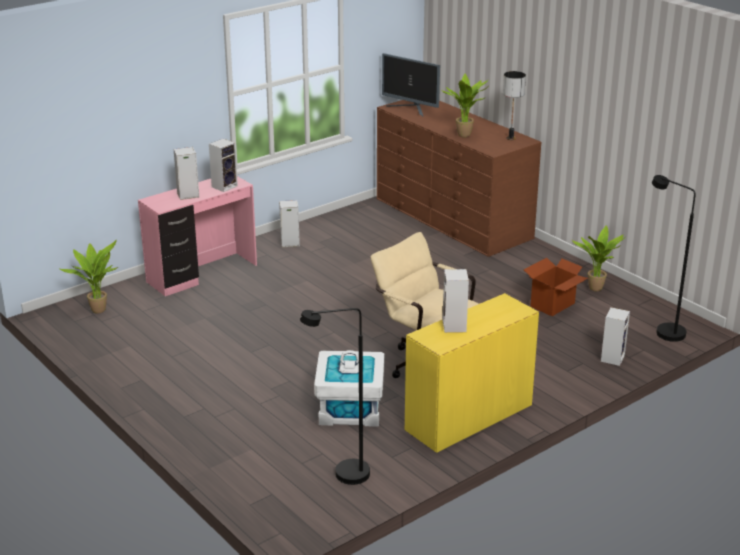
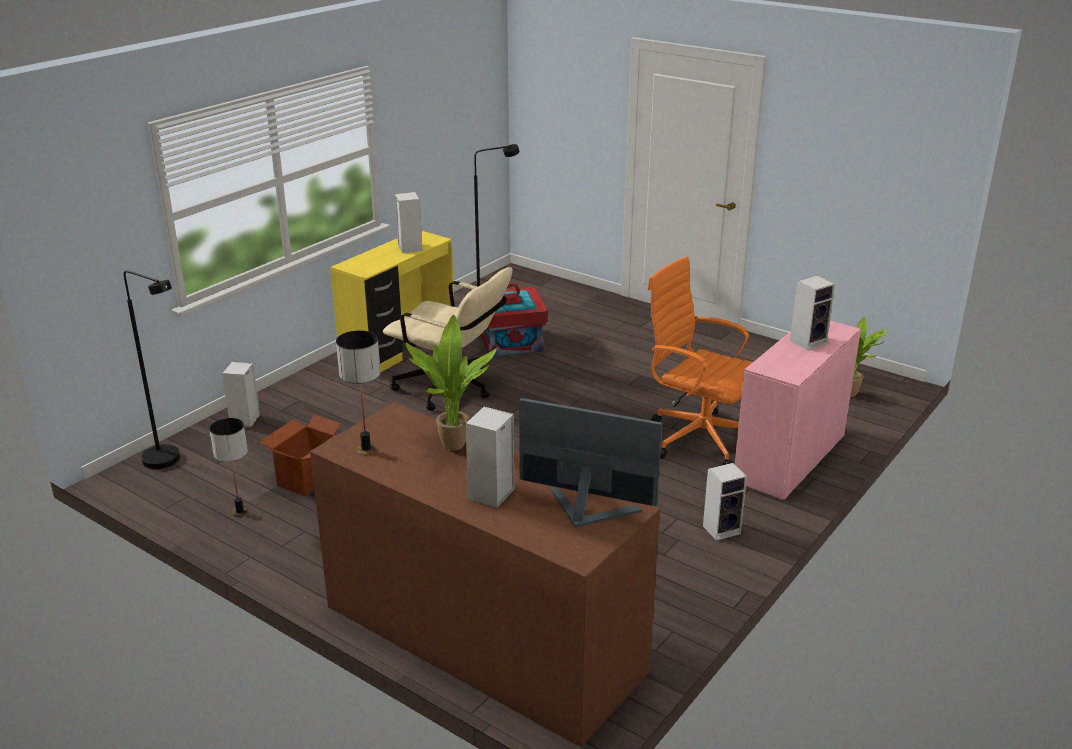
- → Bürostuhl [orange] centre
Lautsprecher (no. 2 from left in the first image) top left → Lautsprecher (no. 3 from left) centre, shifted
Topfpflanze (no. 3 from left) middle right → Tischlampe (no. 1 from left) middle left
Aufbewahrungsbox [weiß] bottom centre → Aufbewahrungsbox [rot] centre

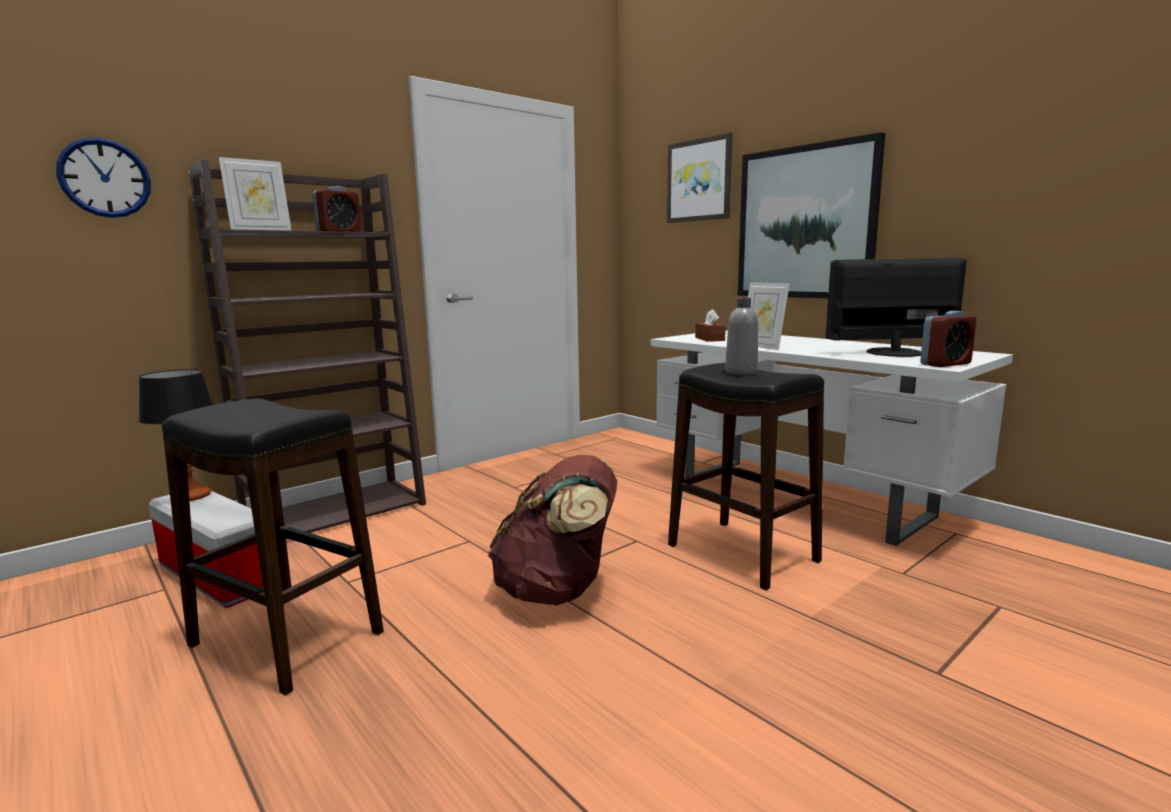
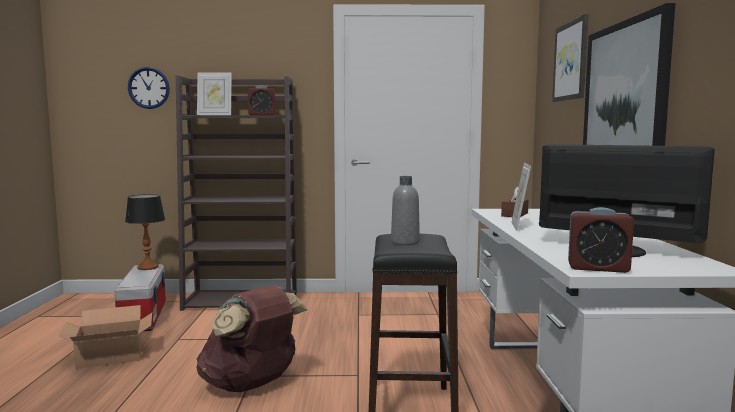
Hocker [schwarz] (no. 1 from left) bottom left → Karton bottom left

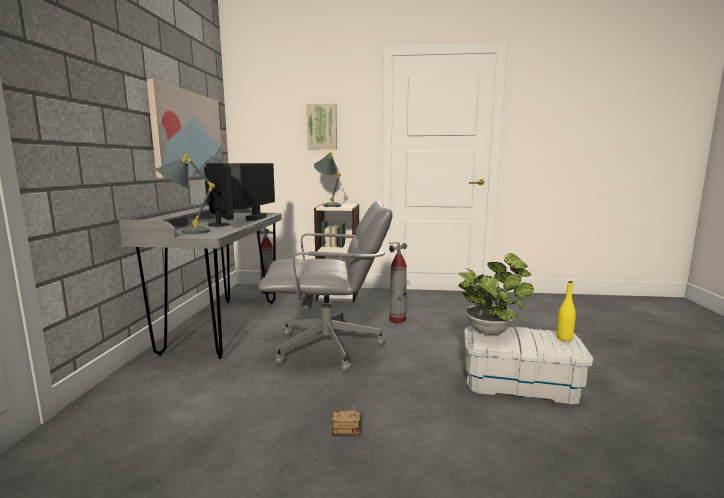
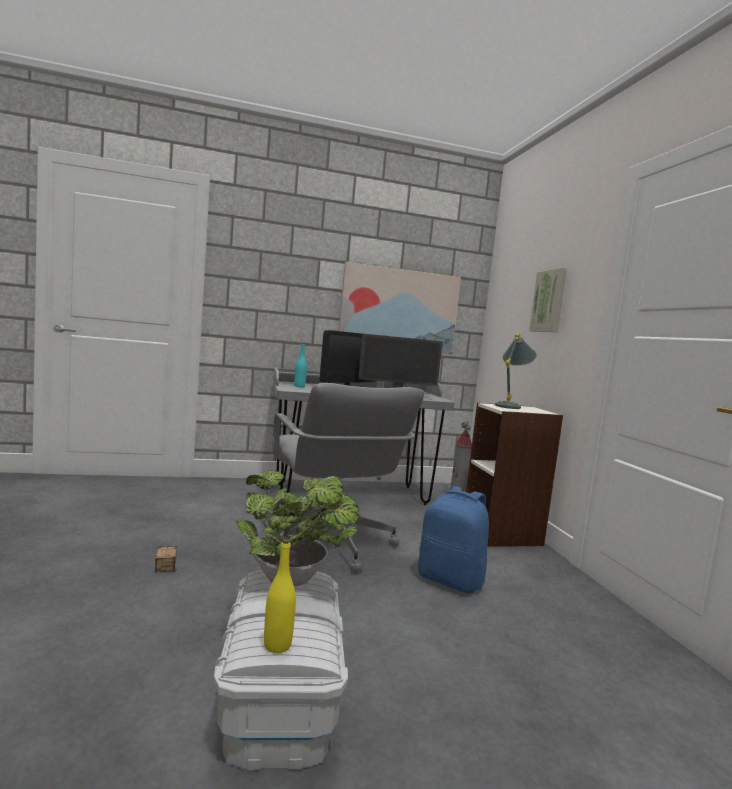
Tischlampe [grau] (no. 1 from left) middle left → Flasche [türkis] centre
Feuerlöscher (no. 2 from left) centre → Rucksack [blau] bottom centre

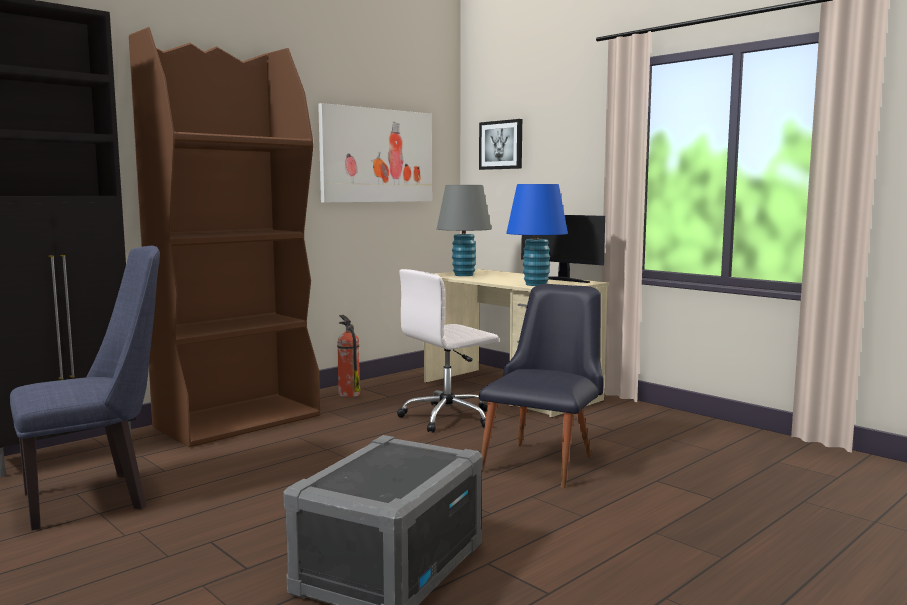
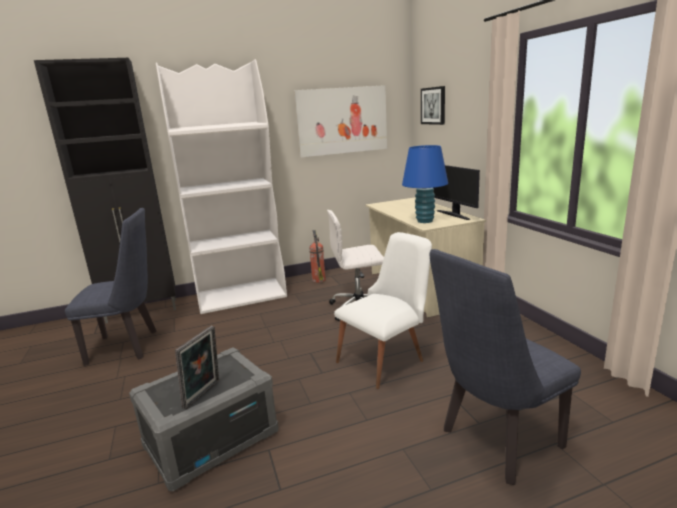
Tischlampe [grau] centre → -
- → Bilderrahmen bottom left
- → Stuhl [blau] (no. 2 from left) bottom right
Bücherregal [braun] middle left → Bücherregal [weiß] middle left
Stuhl [schwarz] centre → Stuhl [weiß] centre

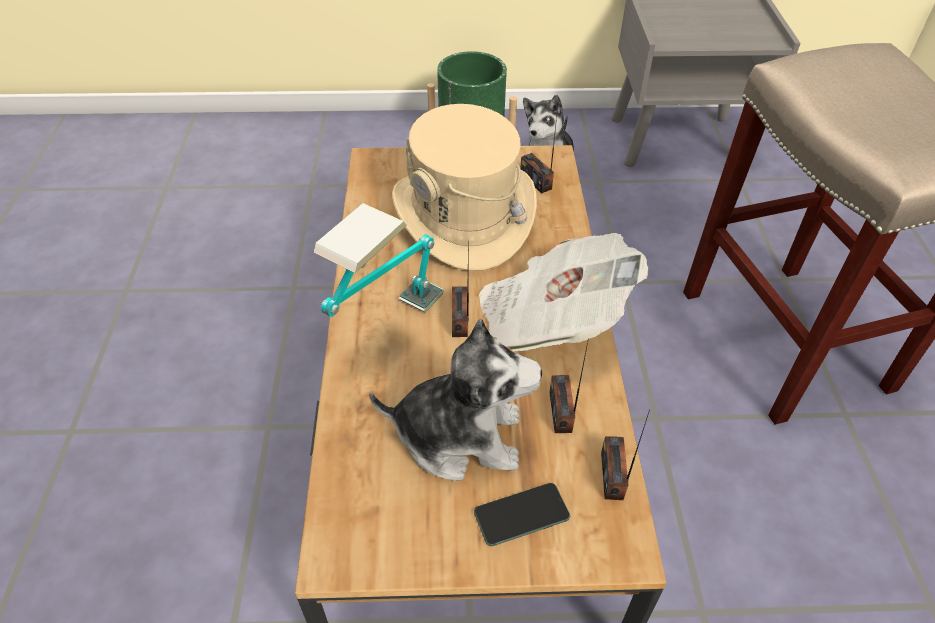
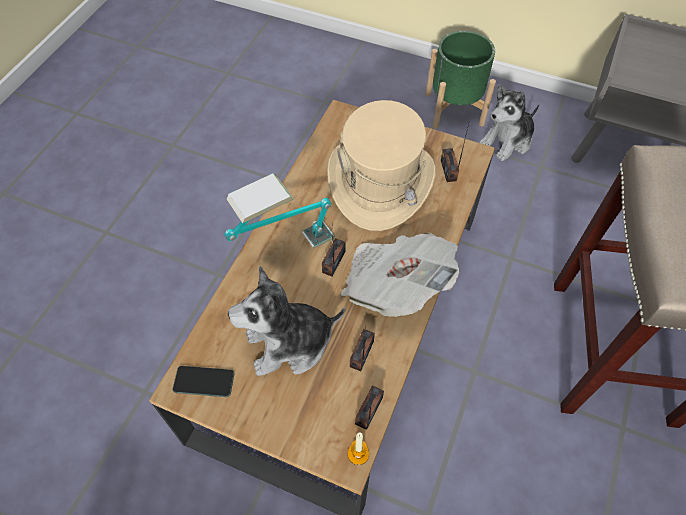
- → Kerze bottom centre
Handy bottom centre → Handy bottom left, shifted
Plüschtier (no. 1 from left) centre, 135 degrees clockwise

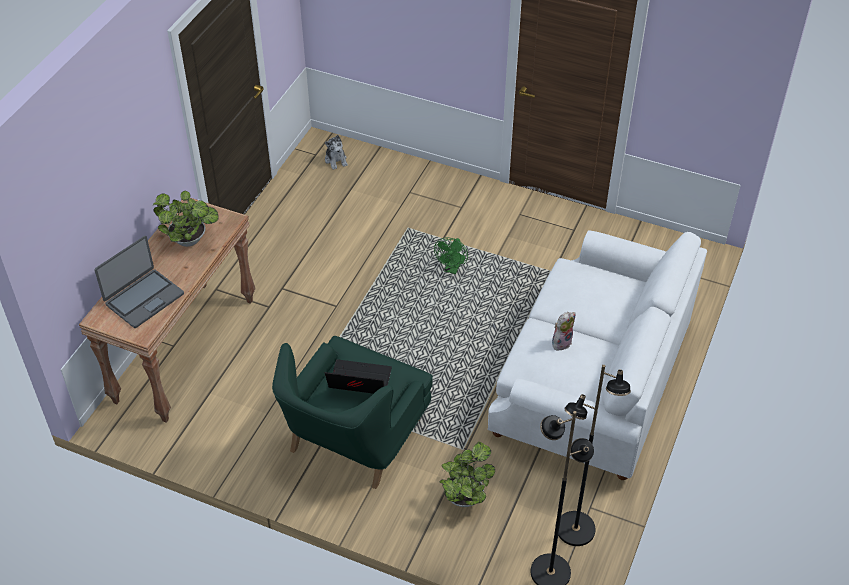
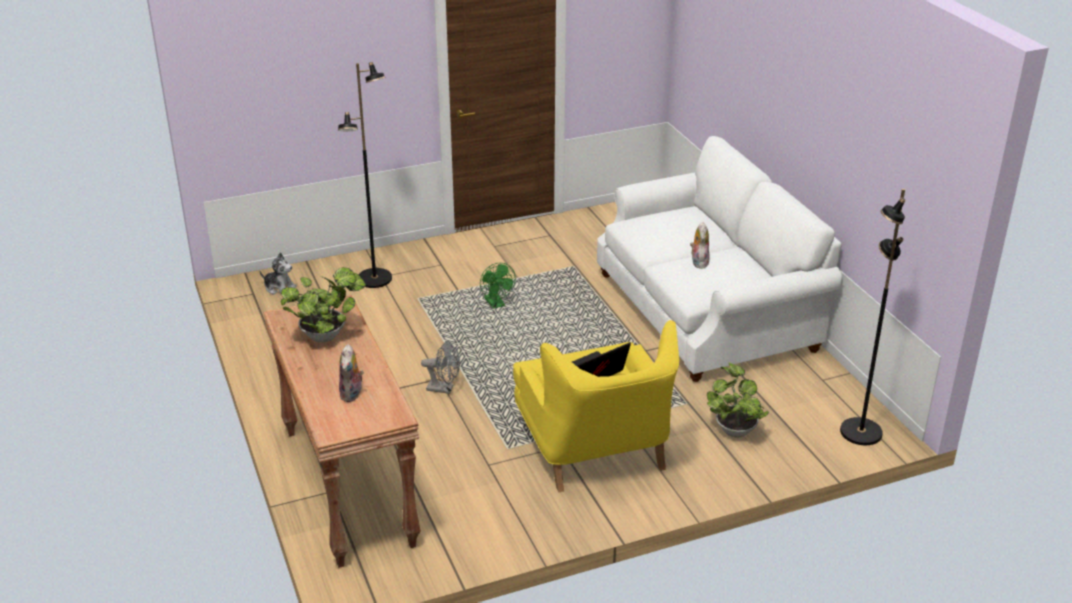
- → Ventilator [grau] centre
Stehlampe [schwarz] (no. 2 from left in the first image) bottom right → Stehlampe [schwarz] (no. 1 from left) top centre, shifted
Laptop (no. 1 from left) middle left → Plüschtier (no. 2 from left) middle left
Sessel [grün] bottom centre → Sessel [gelb] bottom centre

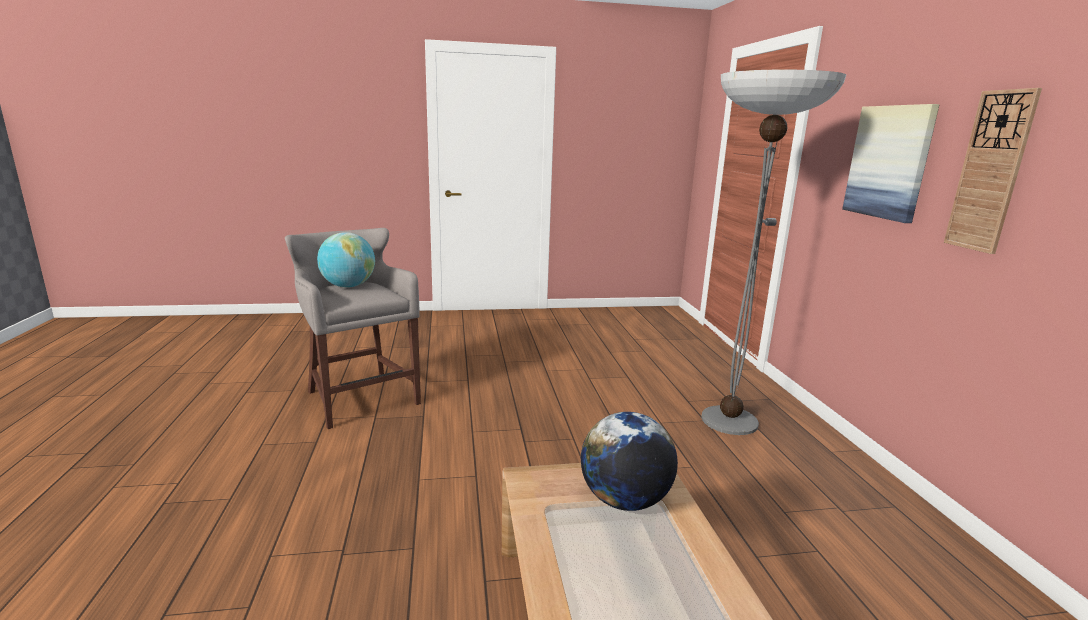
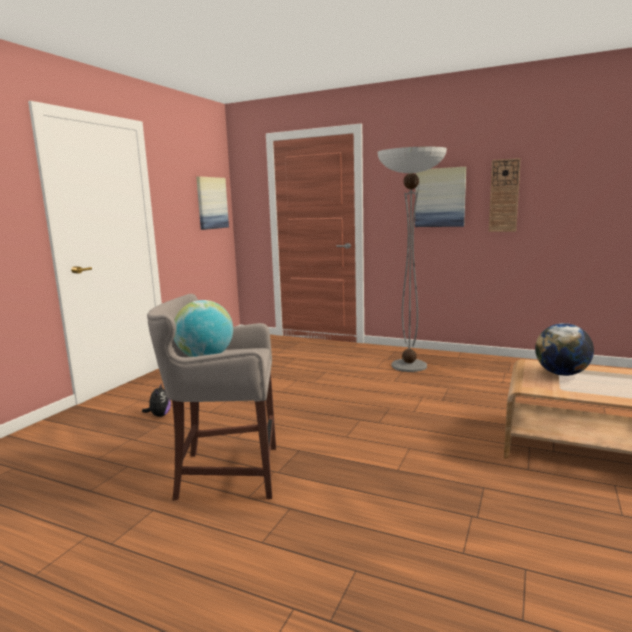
- → Plüschtier middle left
- → Bild (no. 1 from left) top centre

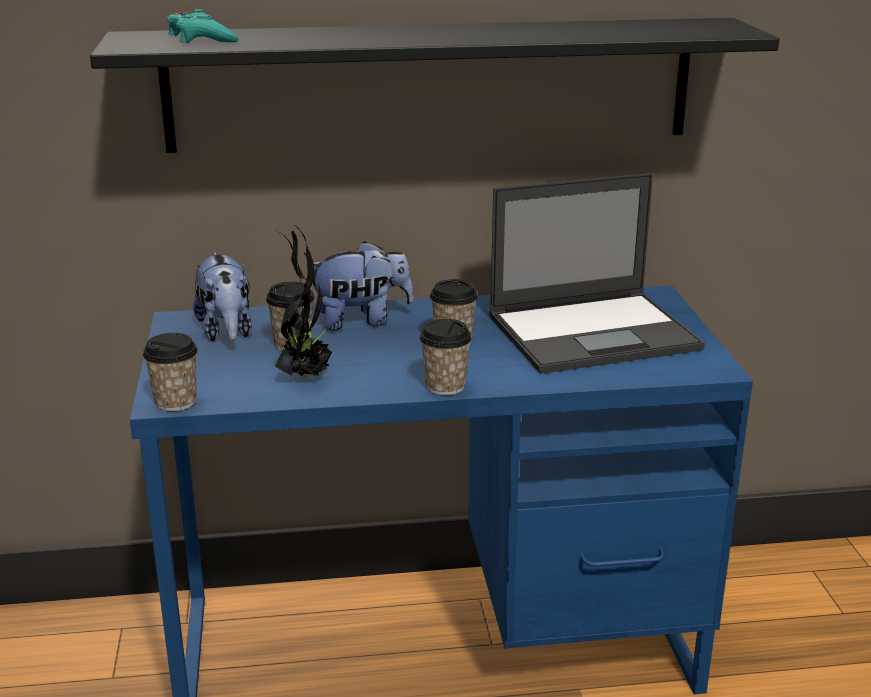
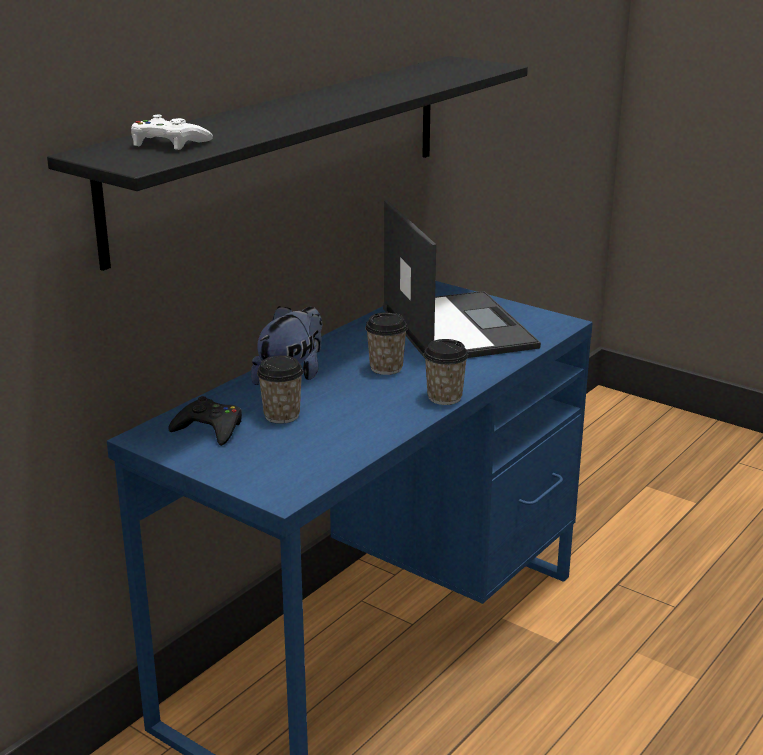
Tasse (no. 1 from left) middle left → -
Topfpflanze centre → -
Plüschtier (no. 1 from left) middle left → Gamepad [schwarz] middle left
Gamepad [türkis] top left → Gamepad [weiß] top left
Laptop middle right → Laptop centre, 45 degrees counterclockwise

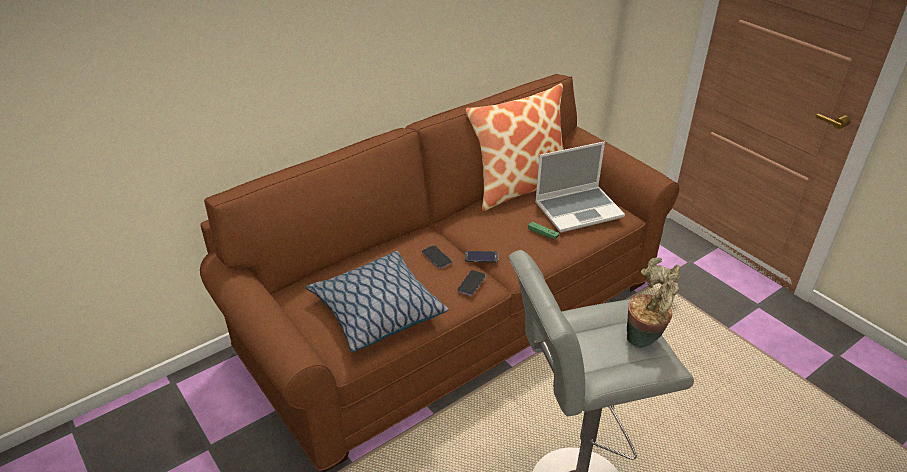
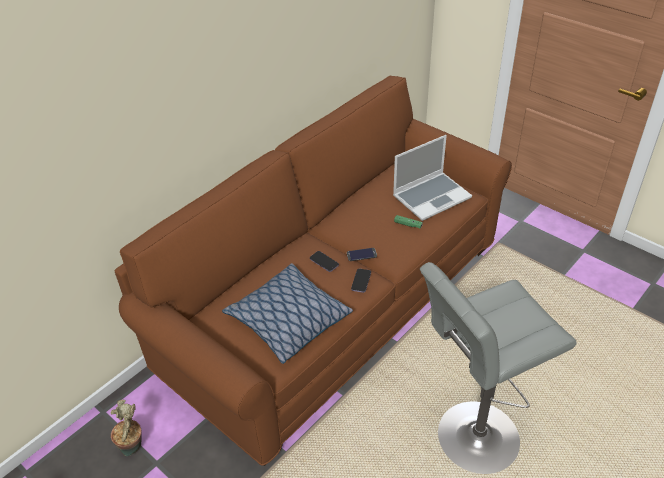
Kissen (no. 2 from left) top centre → -
Topfpflanze middle right → Topfpflanze bottom left, shifted

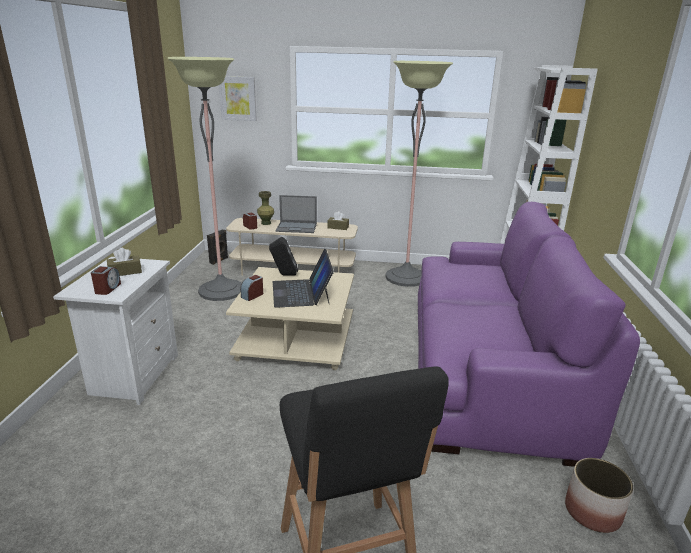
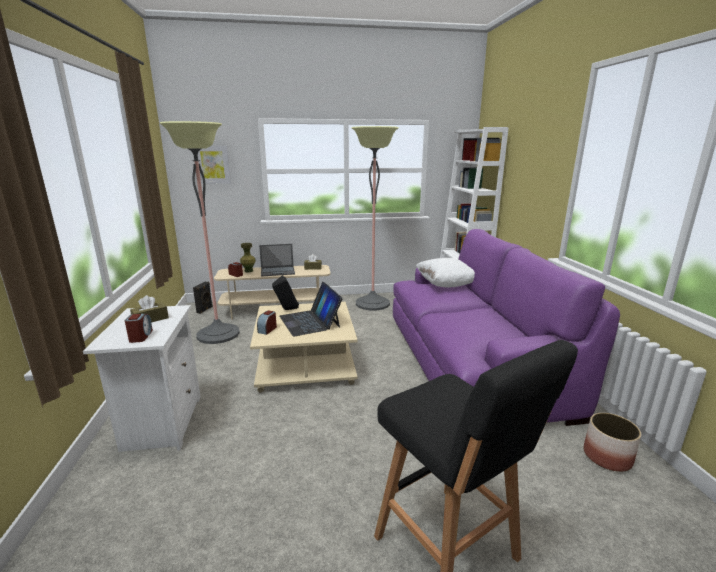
- → Kissen [weiß] centre

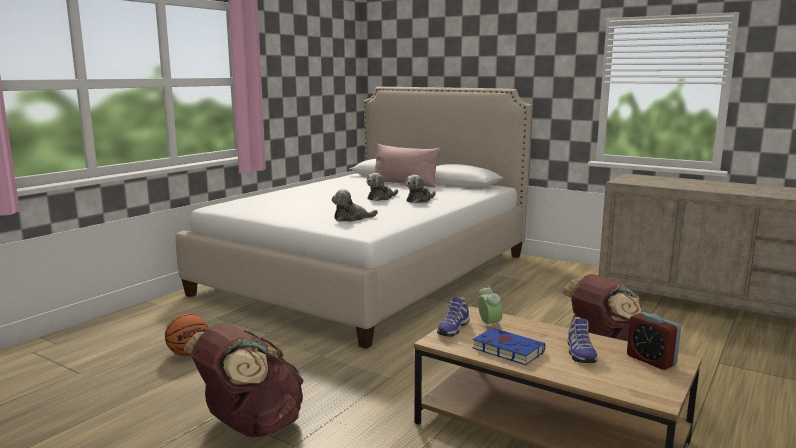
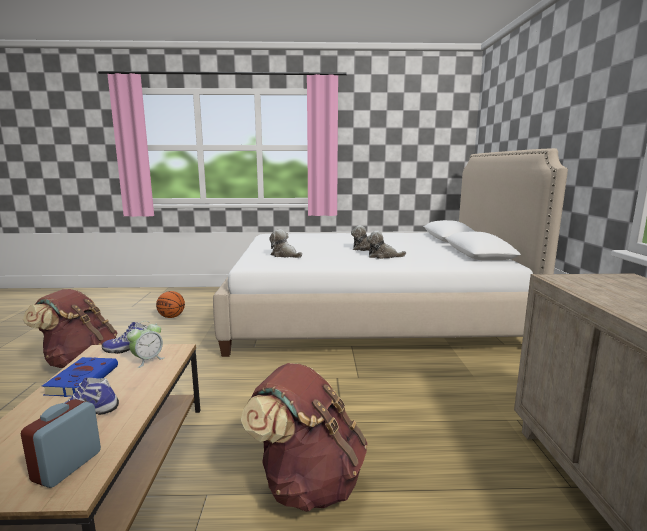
Kissen [rosa] centre → -

